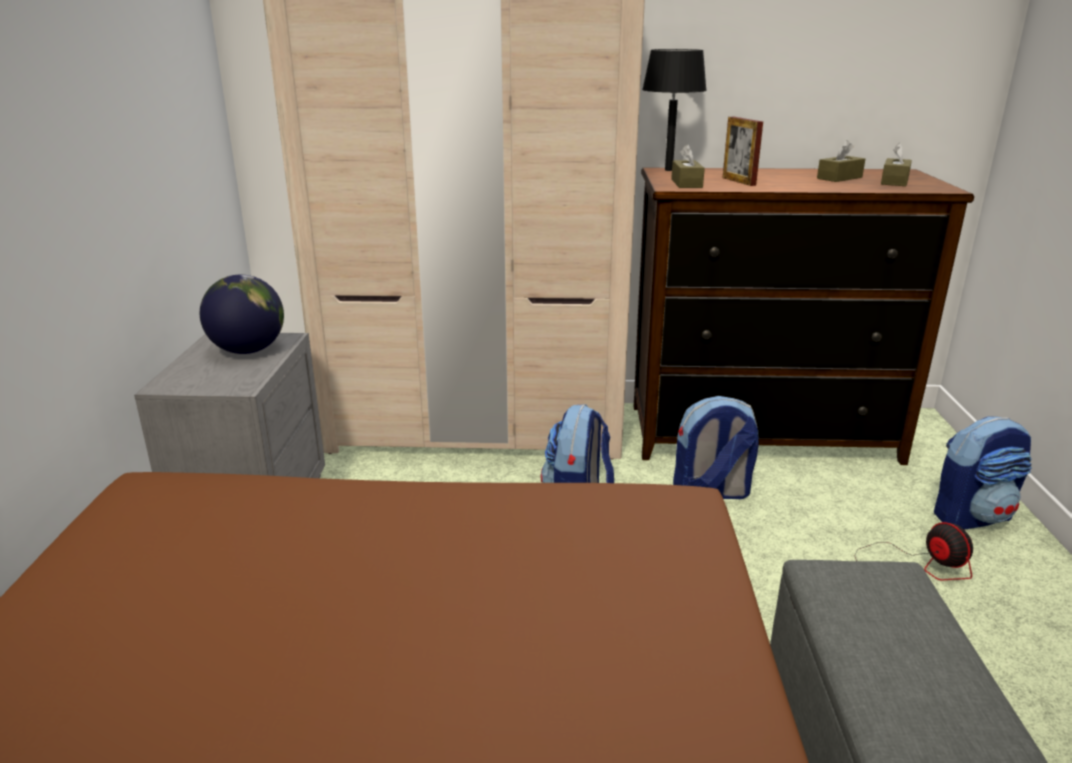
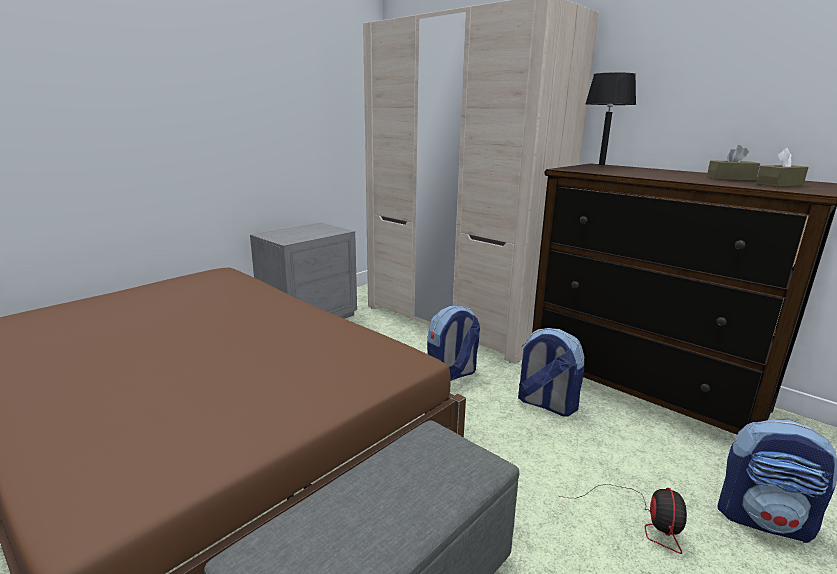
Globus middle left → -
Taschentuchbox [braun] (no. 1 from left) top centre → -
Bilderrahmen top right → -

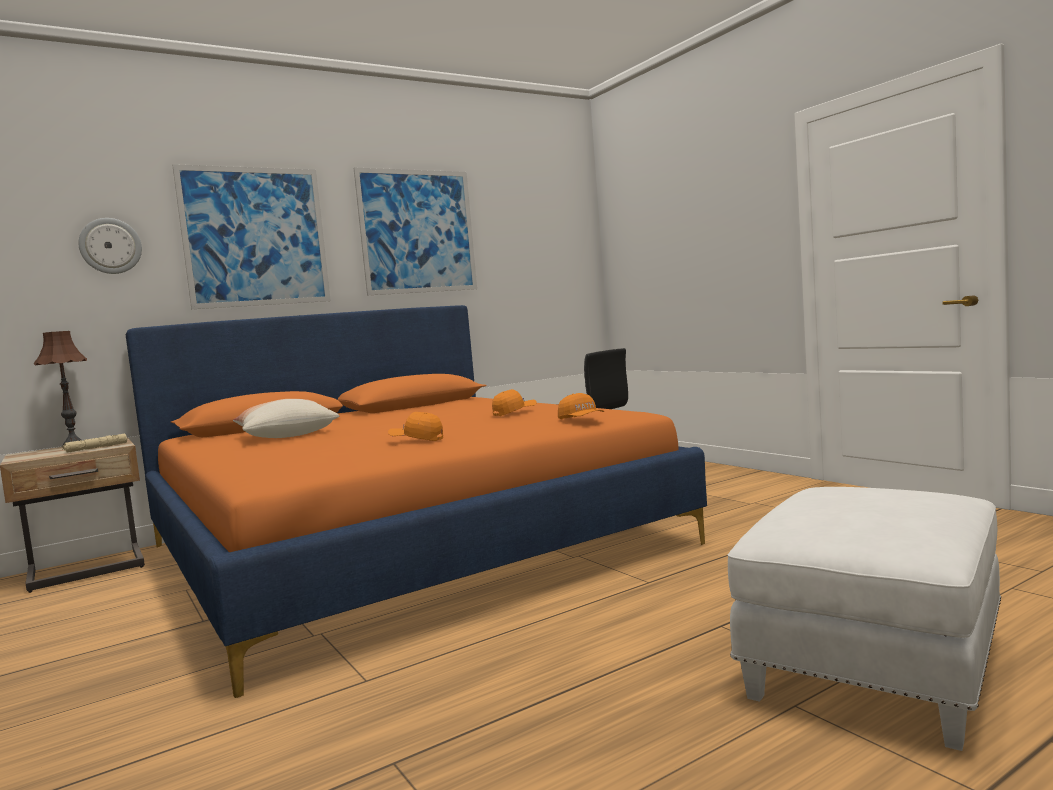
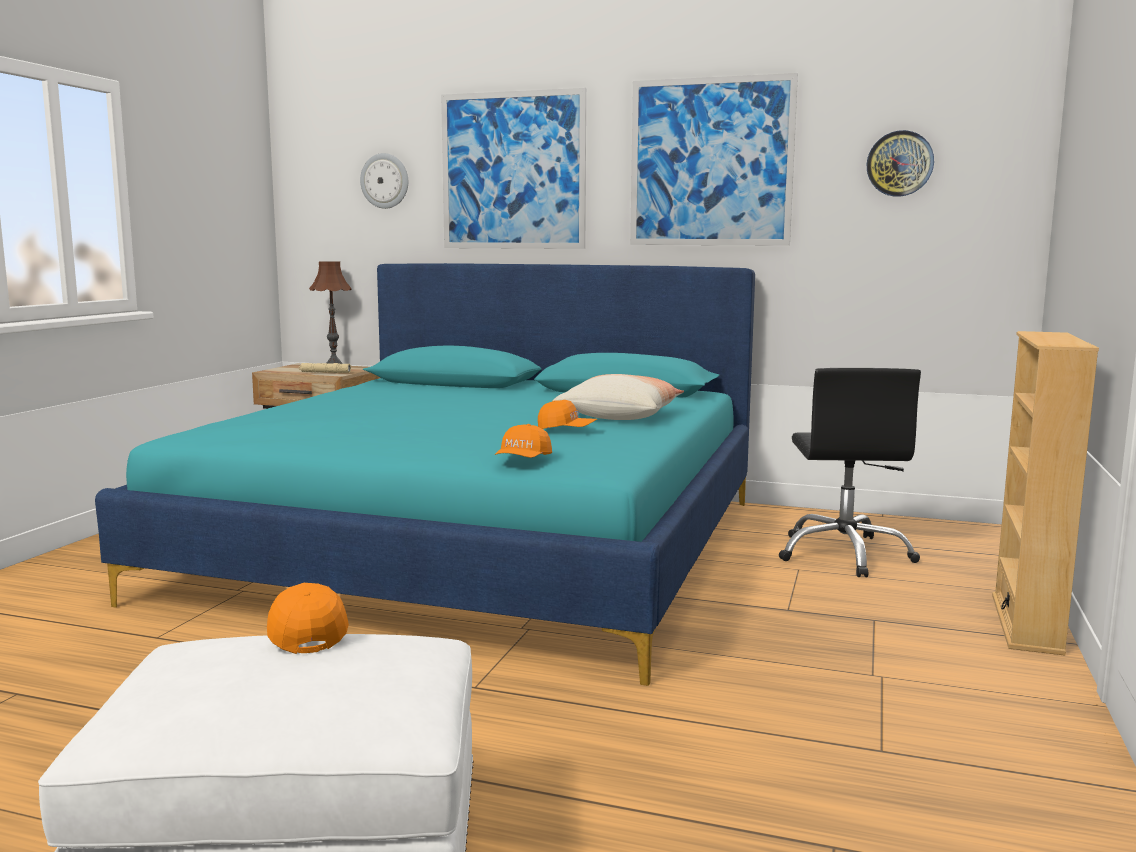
- → Wanduhr (no. 2 from left) top right
- → Bücherregal [beige] middle right
Kissen middle left → Kissen centre, shifted
Kappe [orange] (no. 1 from left) centre → Kappe [orange] (no. 1 from left) bottom left, shifted
Bett [orange] centre → Bett [türkis] centre

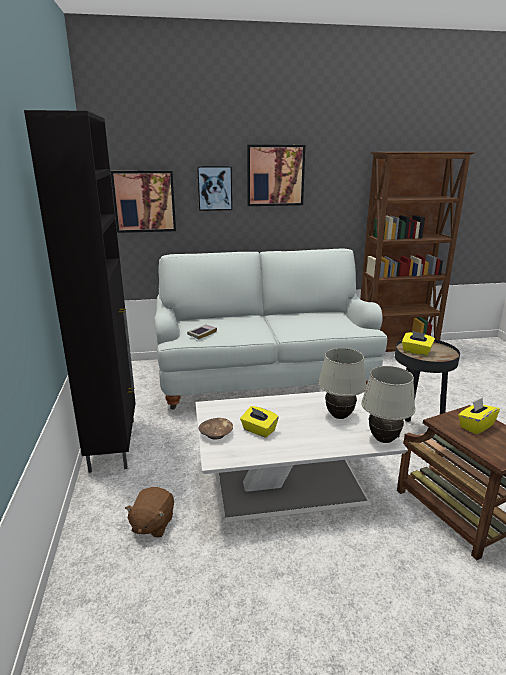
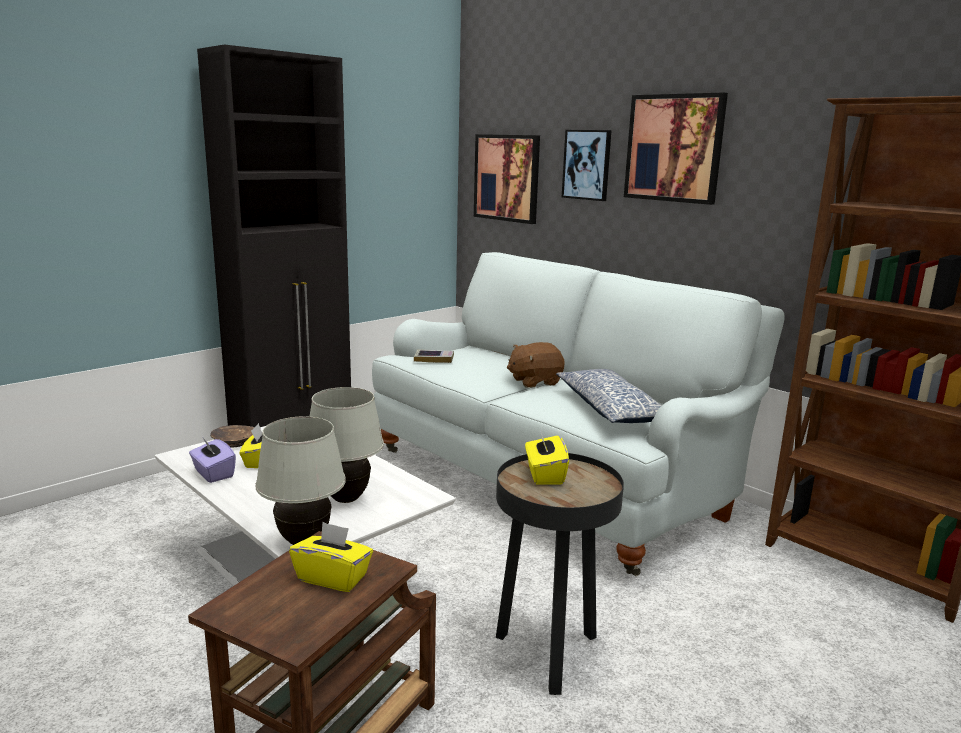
- → Taschentuchbox [lila] middle left
- → Kissen centre
Plüschtier [braun] bottom left → Plüschtier [braun] centre, shifted

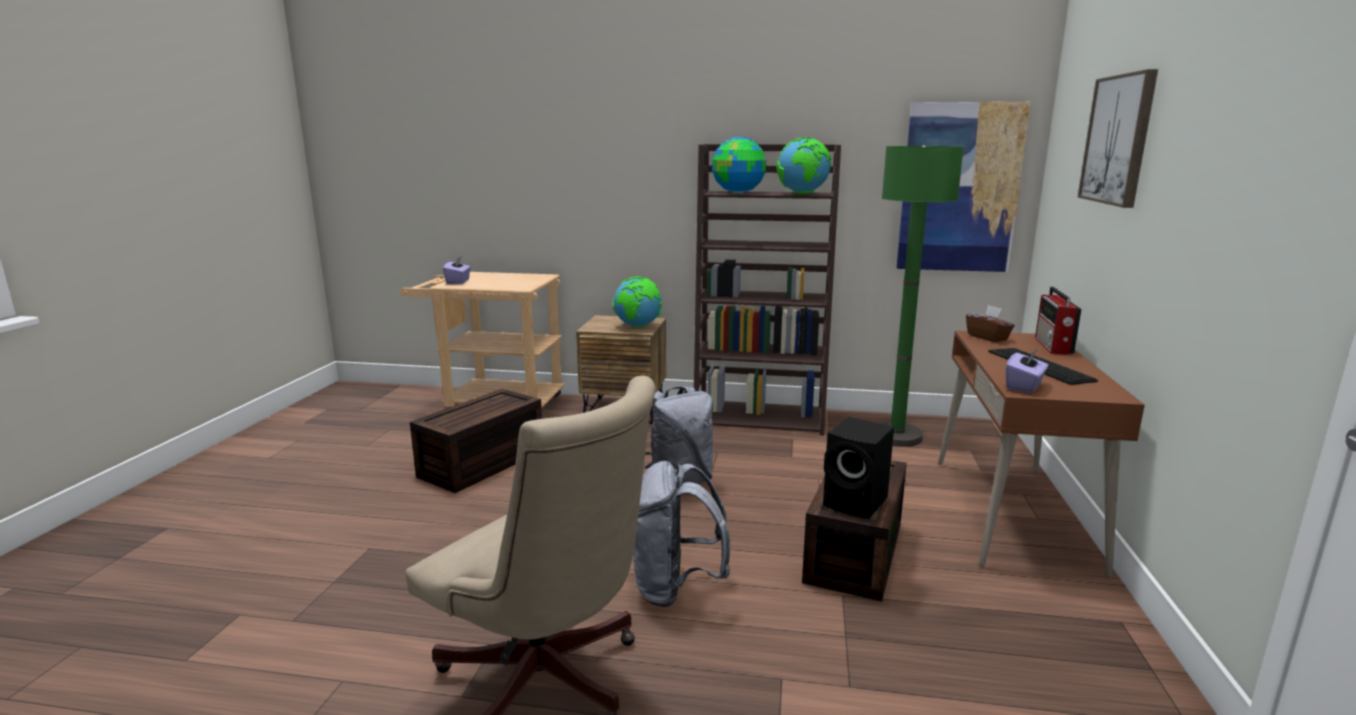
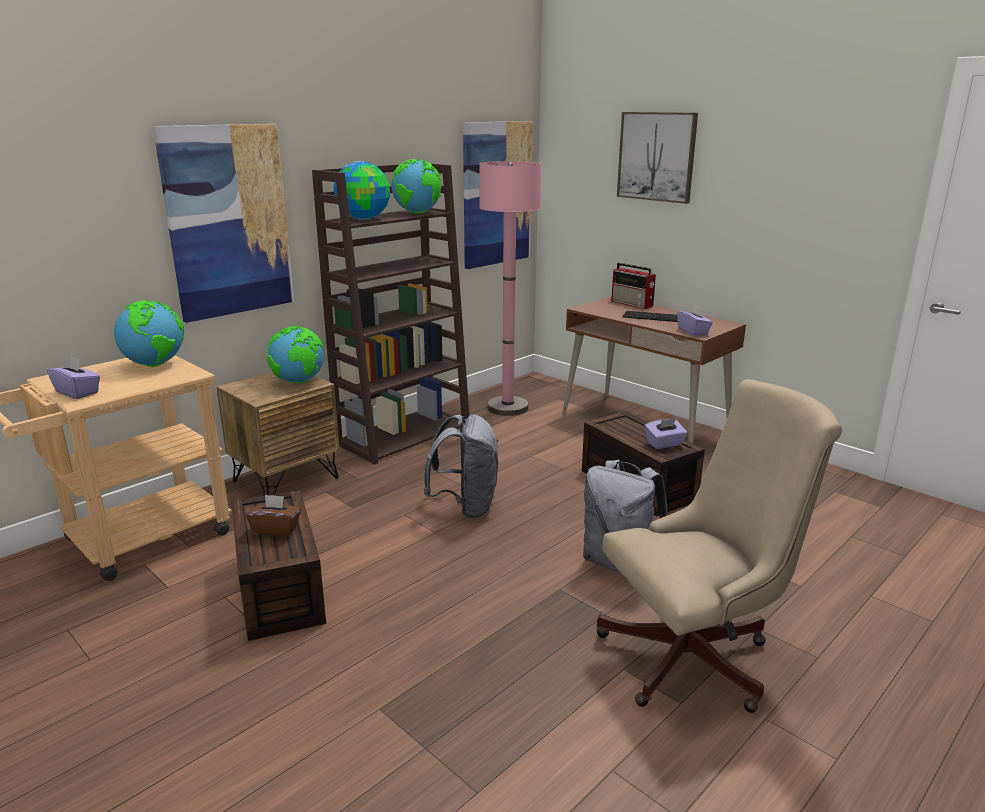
- → Globus (no. 1 from left) middle left
- → Bild (no. 1 from left) top left
Taschentuchbox [braun] middle right → Taschentuchbox [braun] middle left, shifted
Lautsprecher [schwarz] centre → Taschentuchbox [lila] (no. 2 from left) middle right
Stehlampe [grün] middle right → Stehlampe [rosa] centre

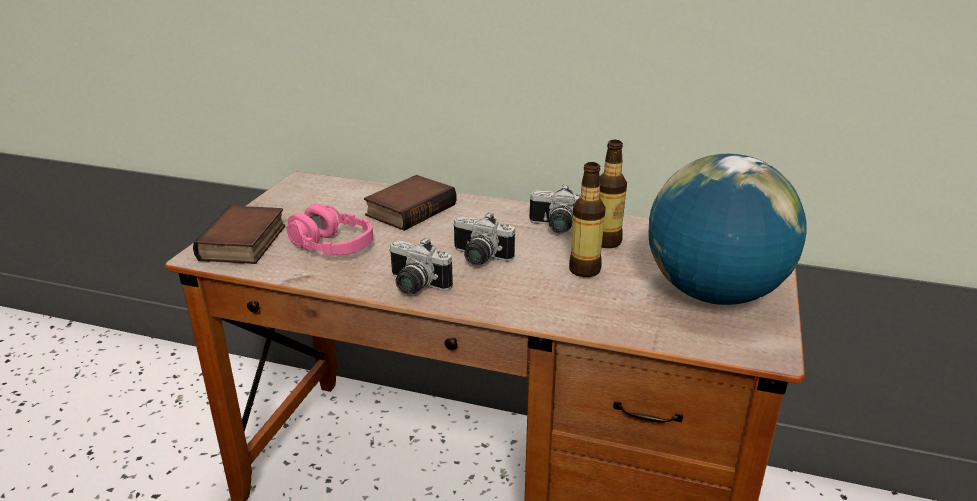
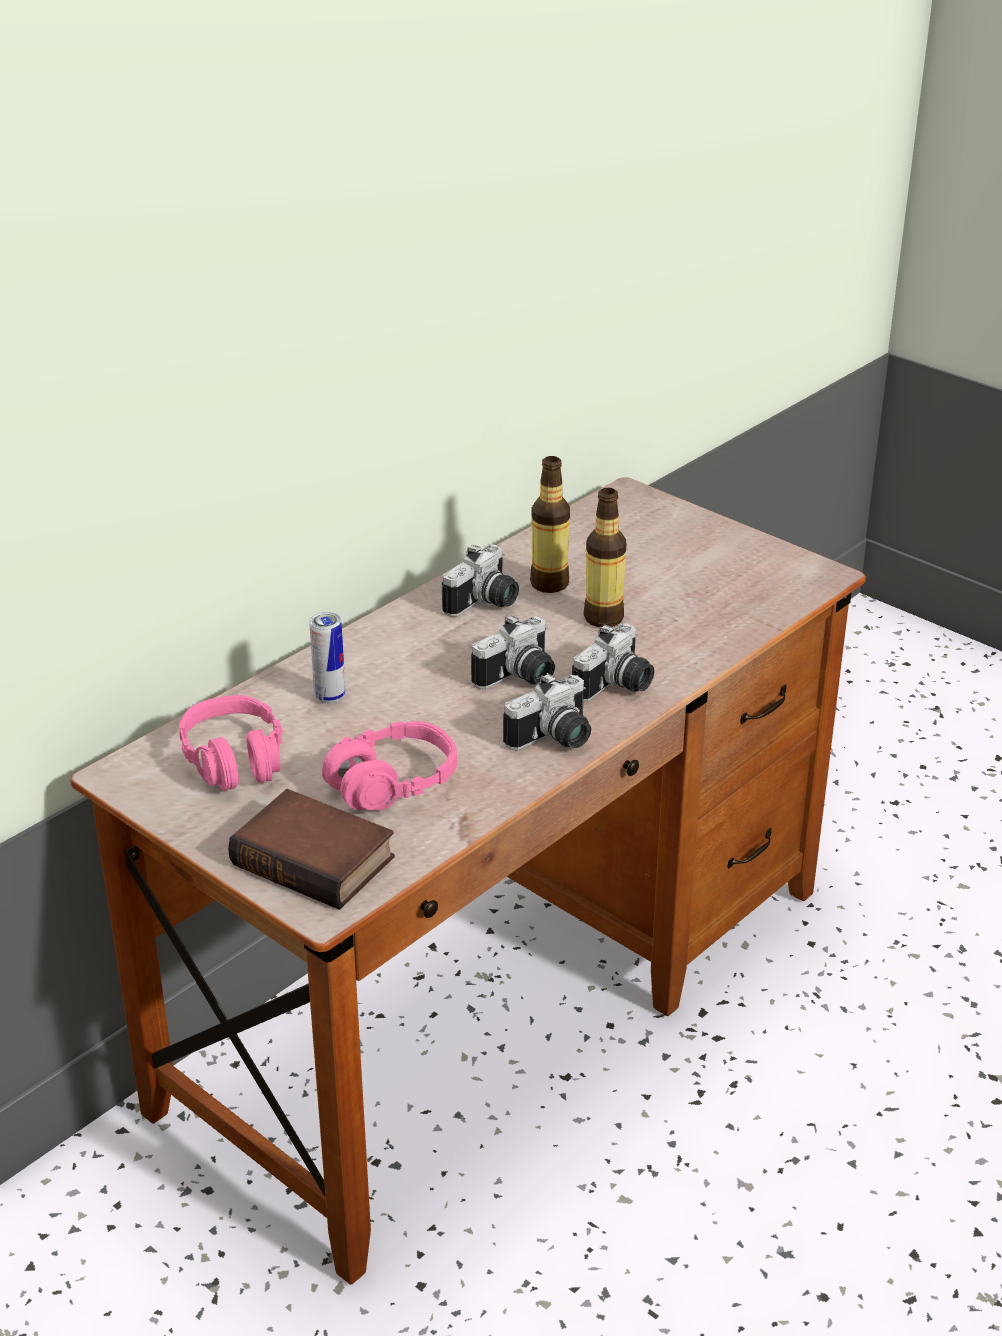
Globus middle right → -
- → Kopfhörer [rosa] (no. 1 from left) middle left
- → Kamera (no. 4 from left) centre
Buch (no. 2 from left) centre → Dose middle left

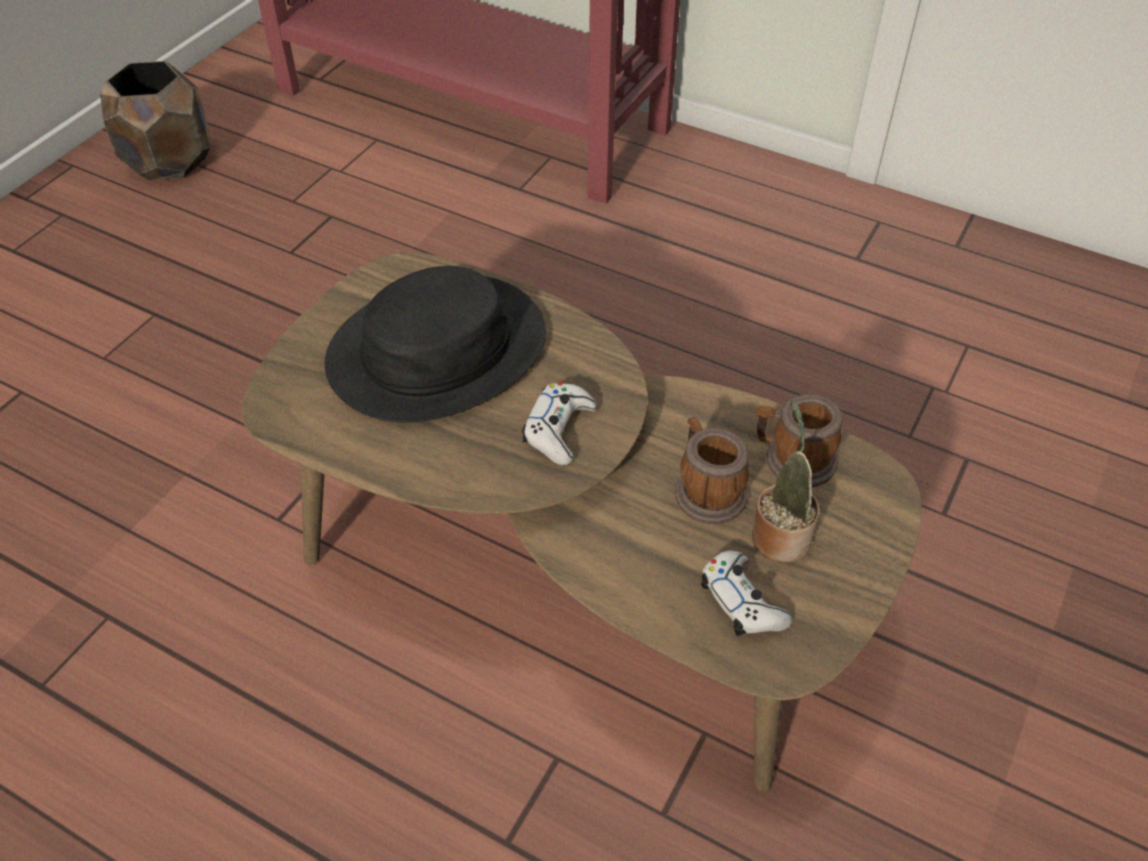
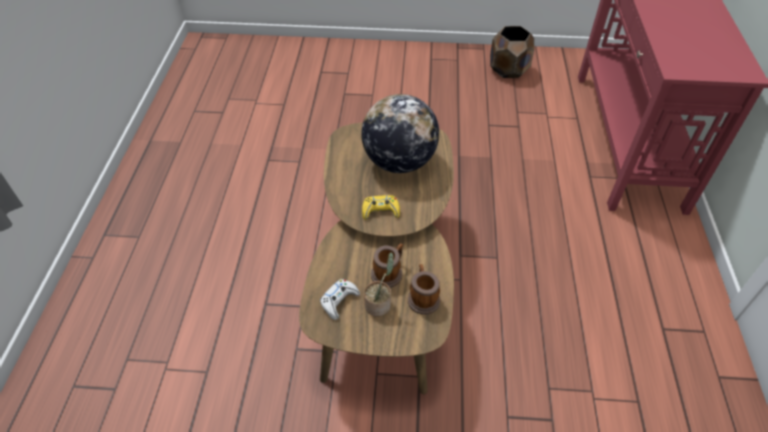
Hut [schwarz] centre → Globus top centre
Gamepad [weiß] (no. 1 from left) centre → Gamepad [gelb] centre

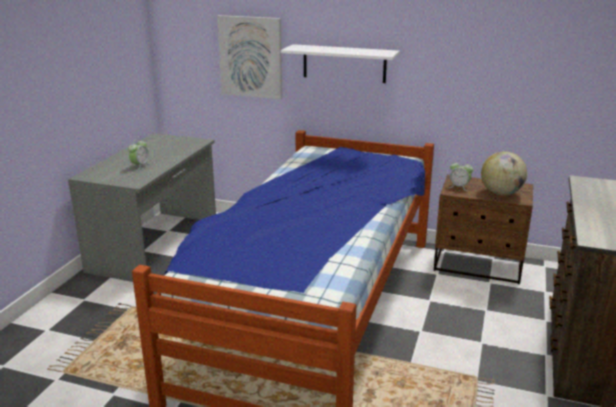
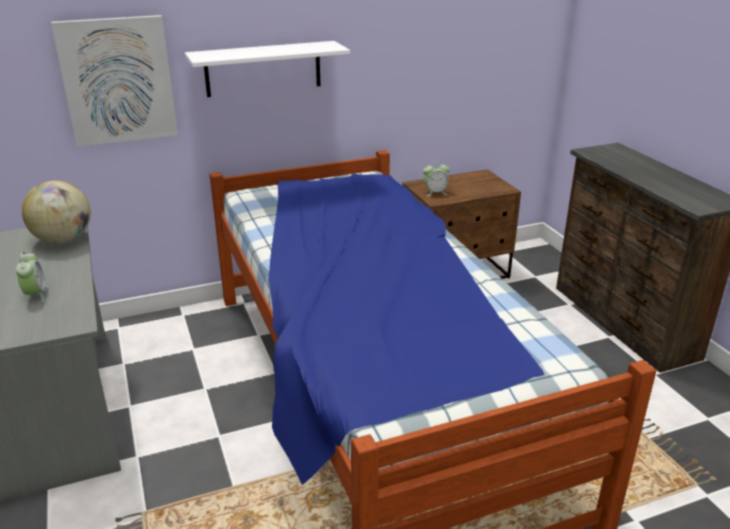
Globus middle right → Globus middle left, shifted

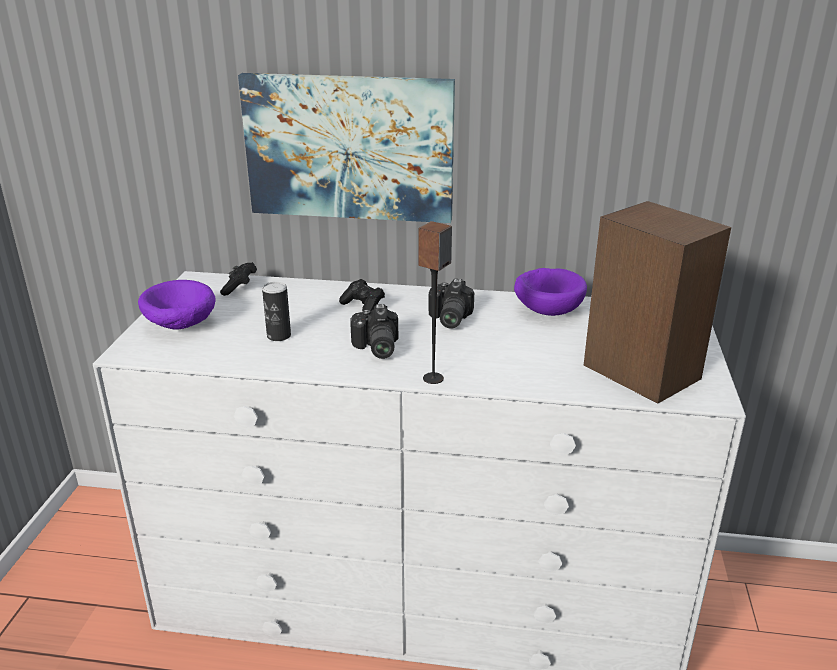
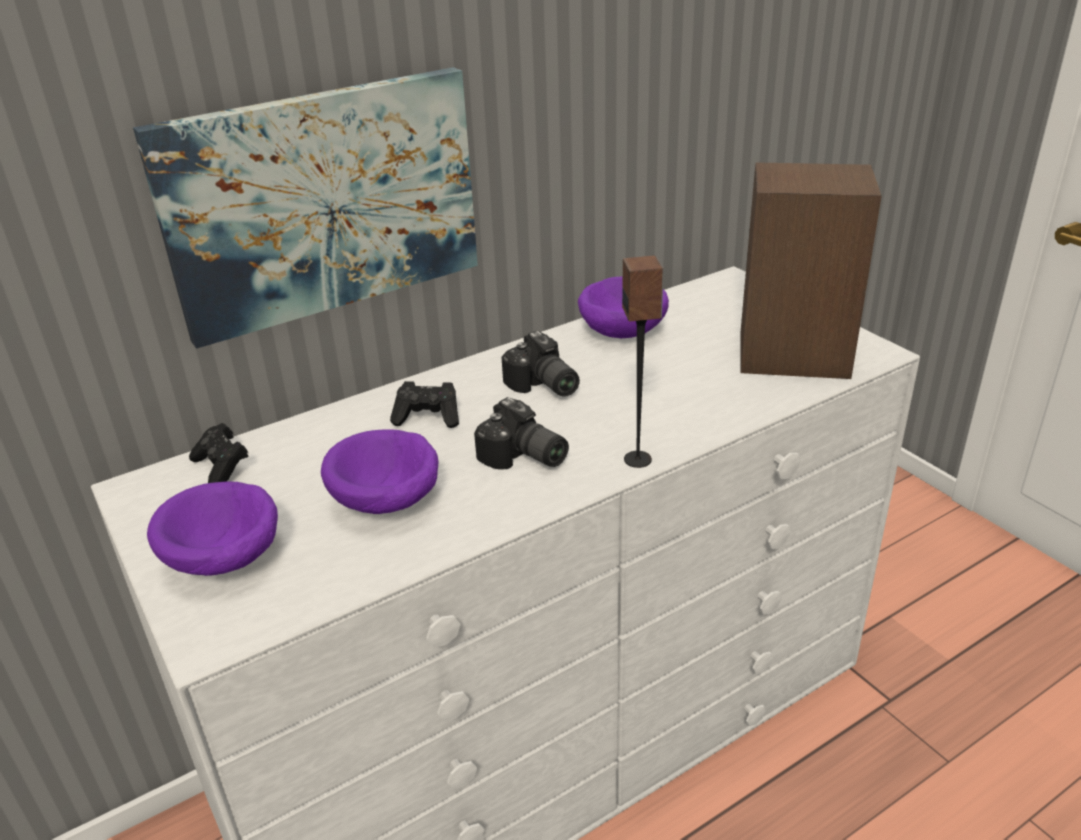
Dose middle left → Schüssel [lila] (no. 2 from left) centre

